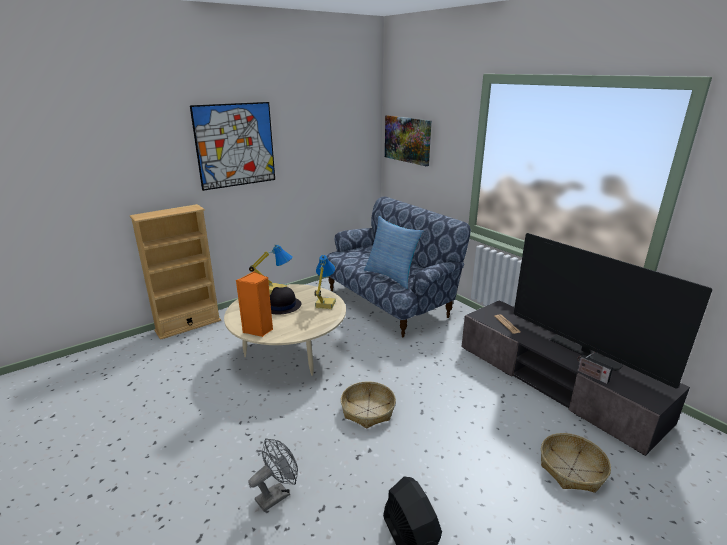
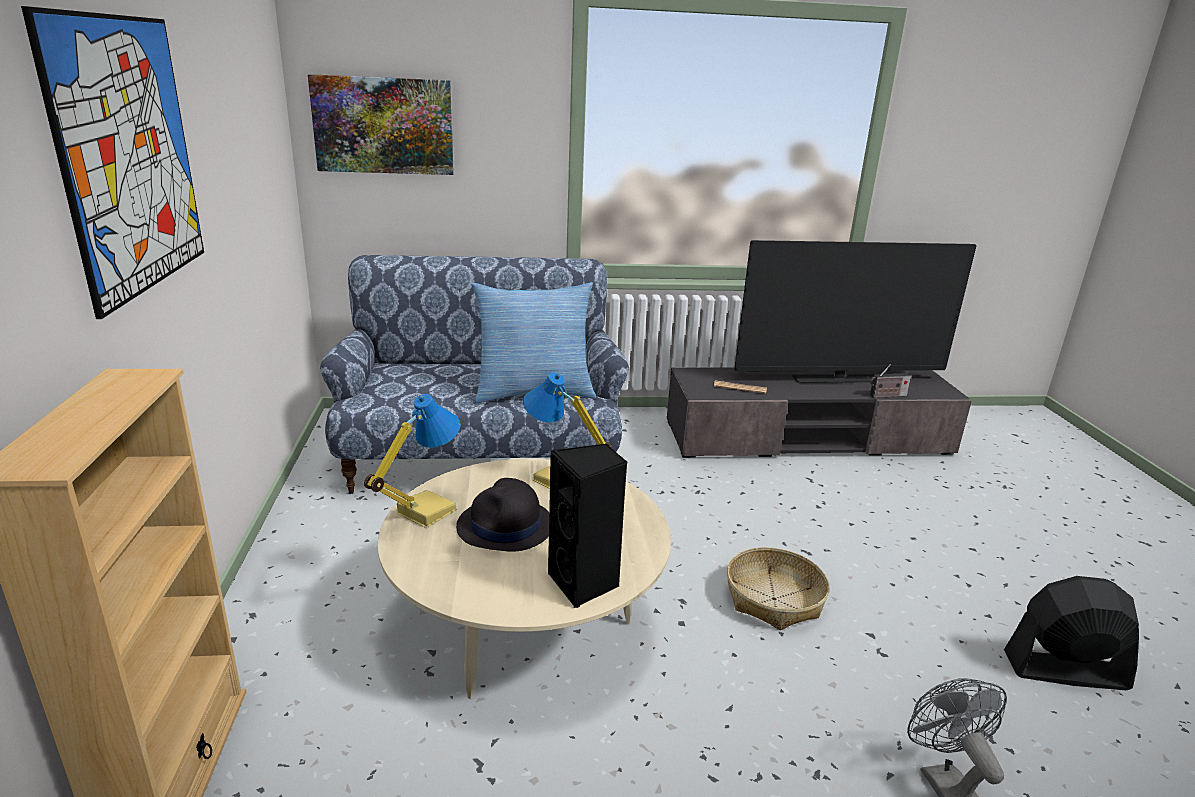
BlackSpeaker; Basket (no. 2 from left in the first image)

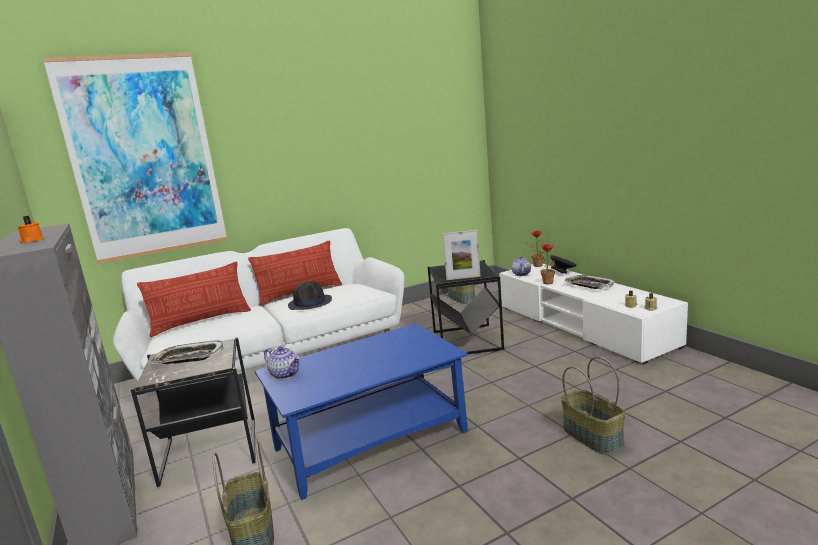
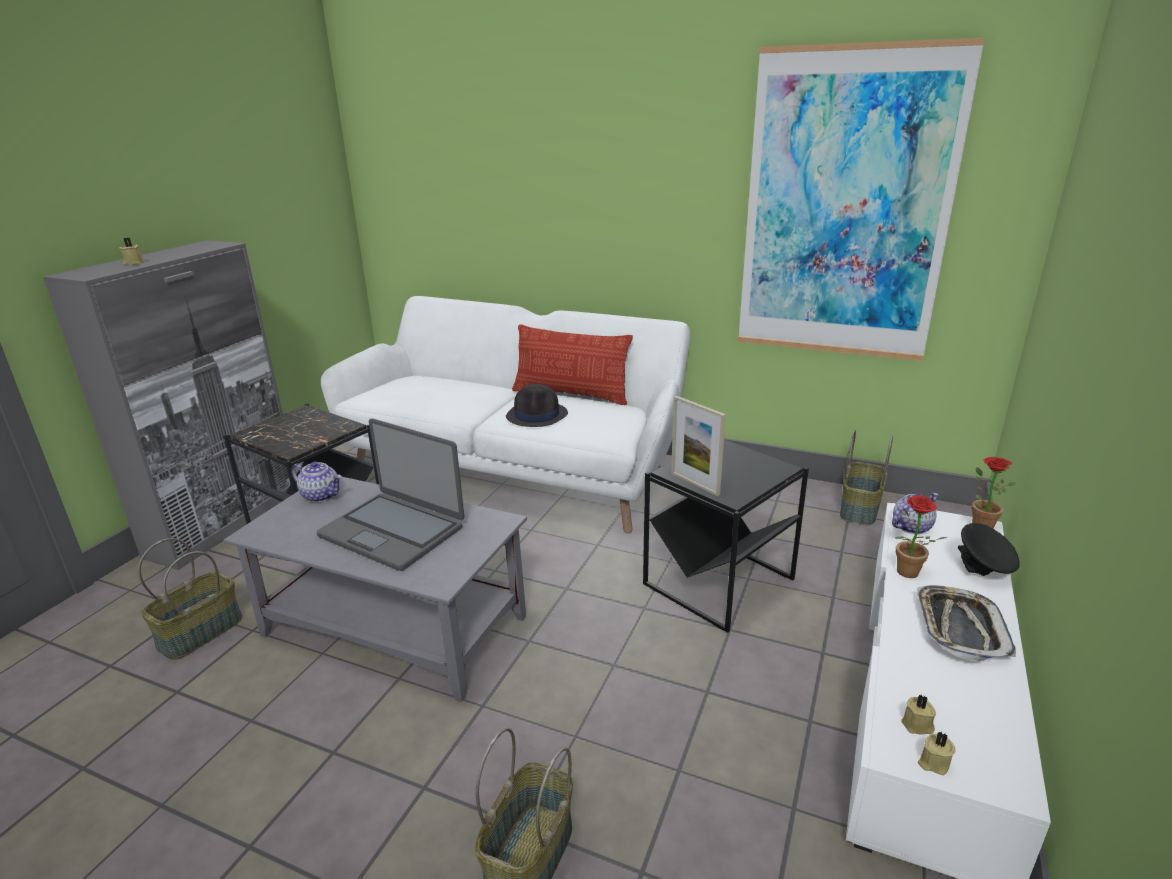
Picture; BeigeCandle (no. 1 from left); Pillow (no. 1 from left in the first image); GreyCoffeeTable; Tray (no. 1 from left in the first image); Teapot (no. 1 from left); Laptop

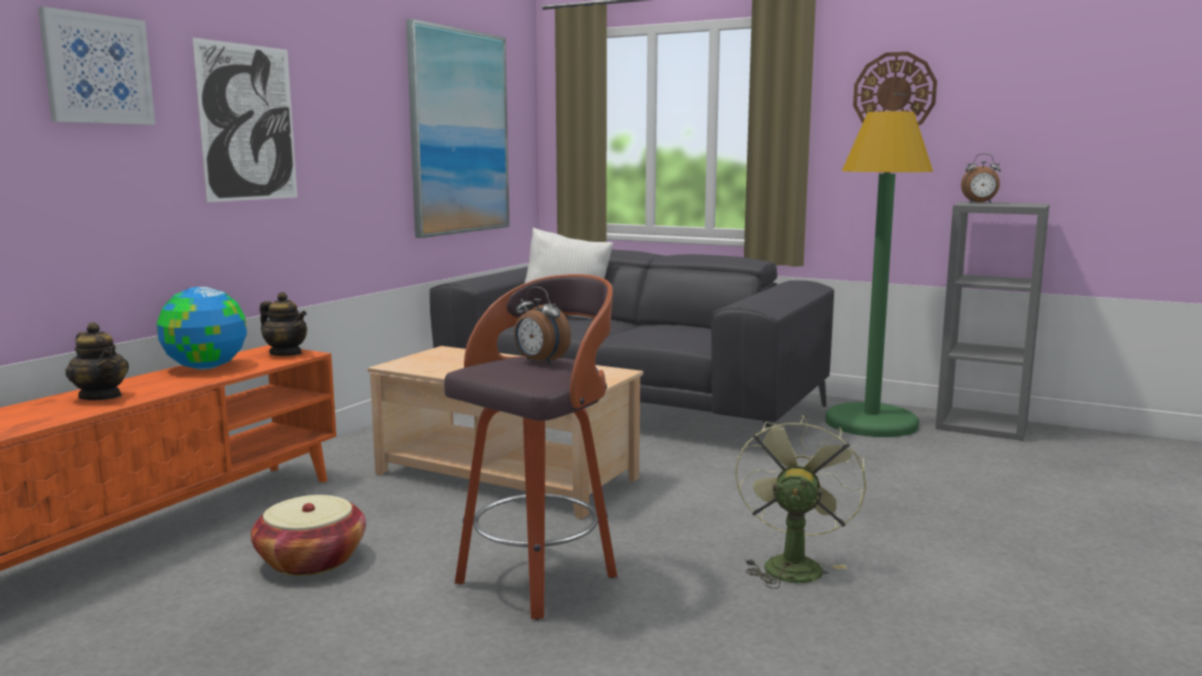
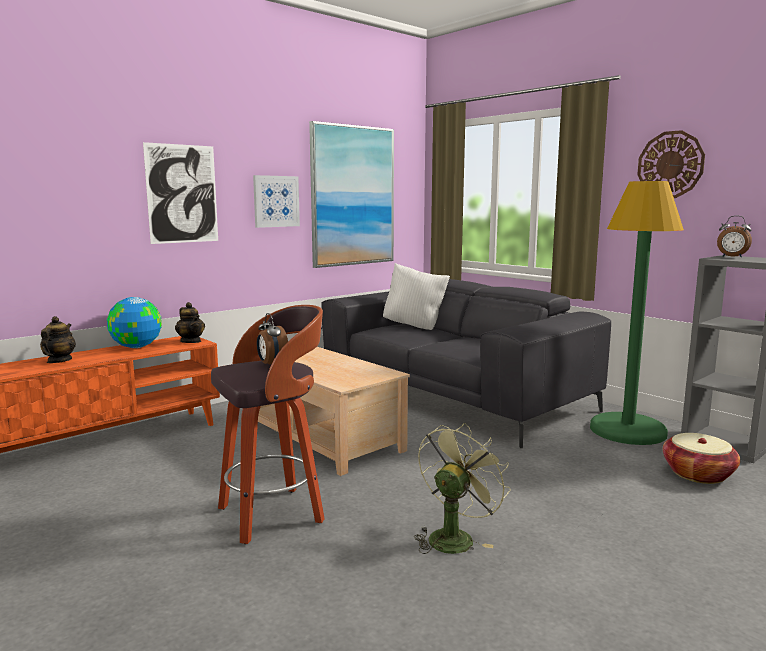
Picture (no. 2 from left); Teapot (no. 1 from left); Basket

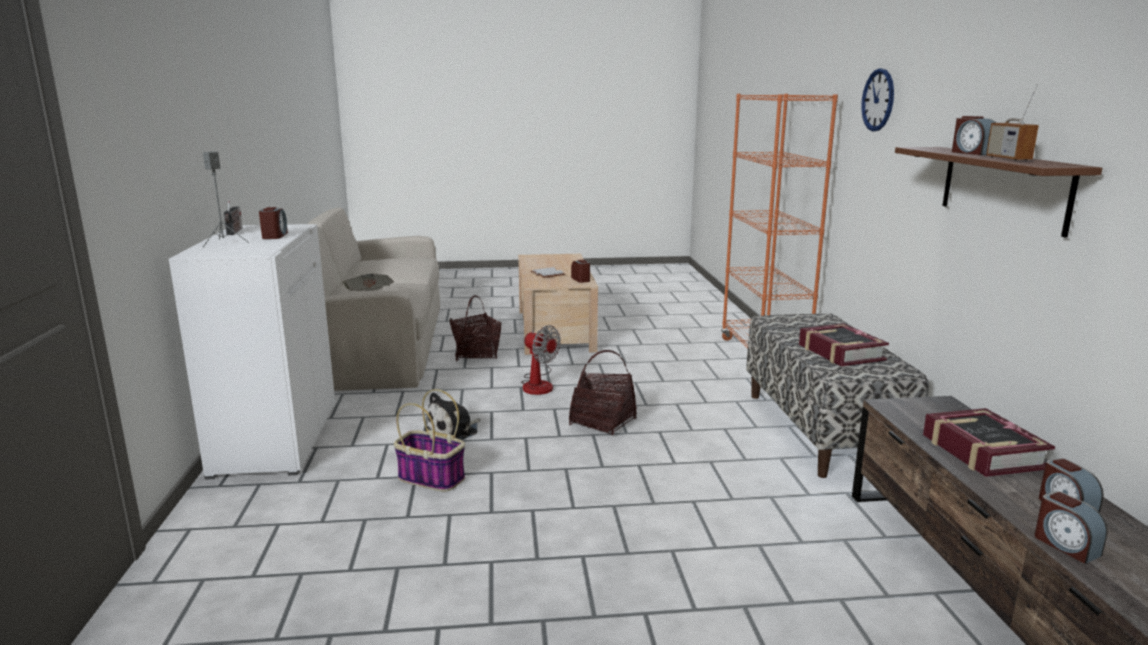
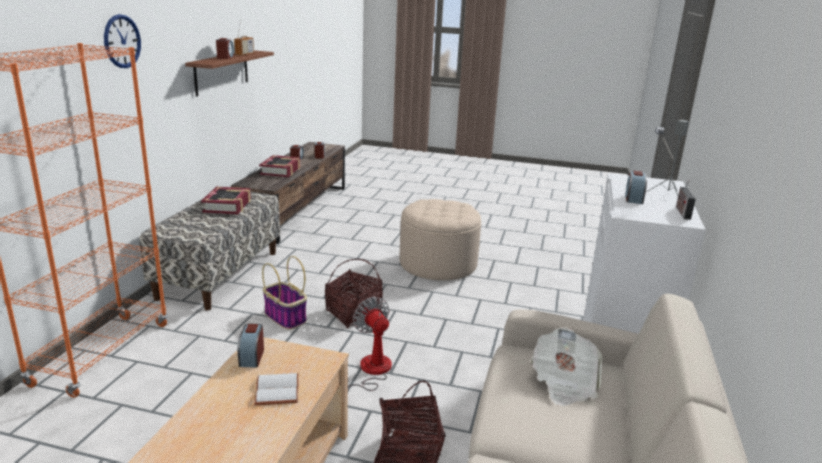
Basket (no. 1 from left); PlushToy; BeigeOttoman

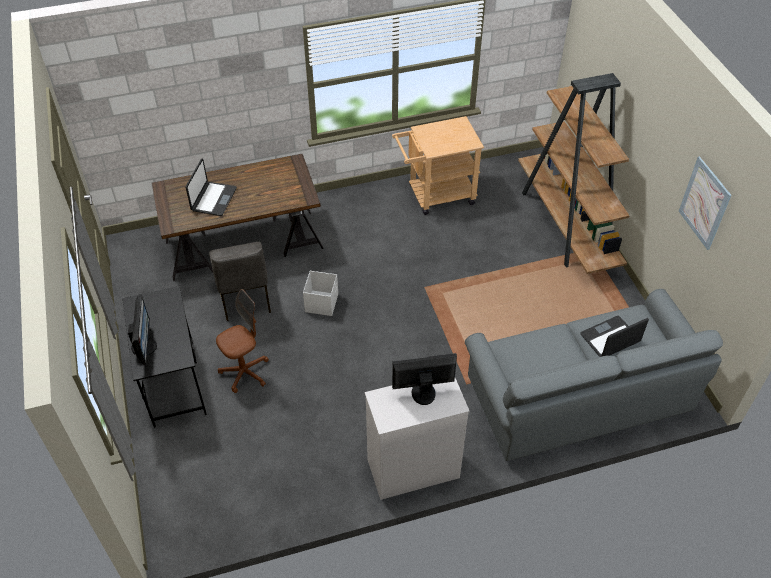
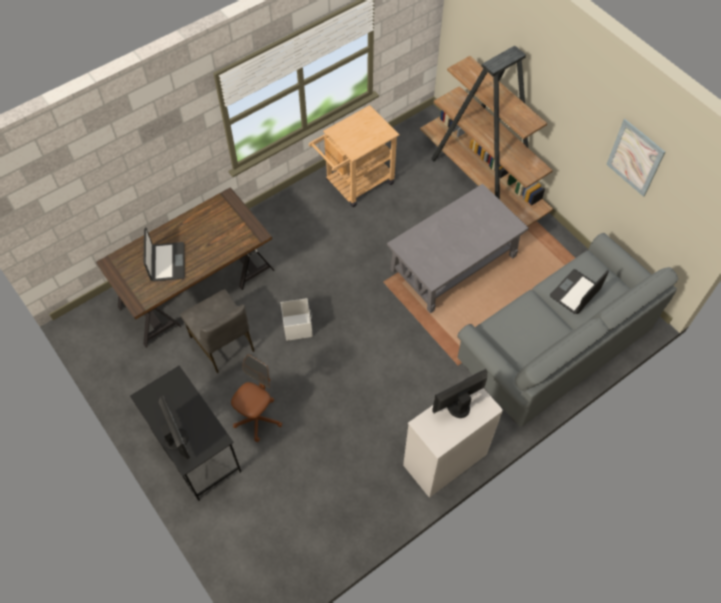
GreyCoffeeTable

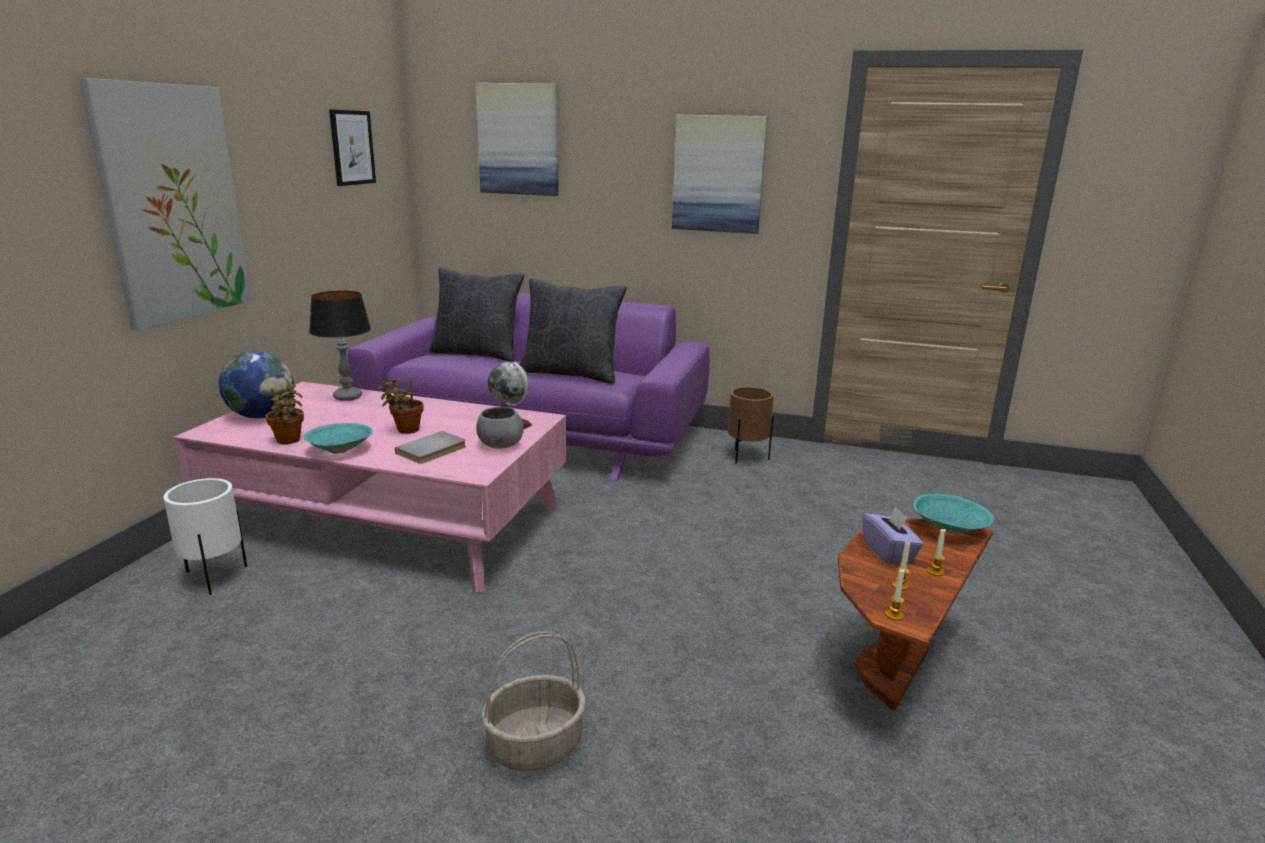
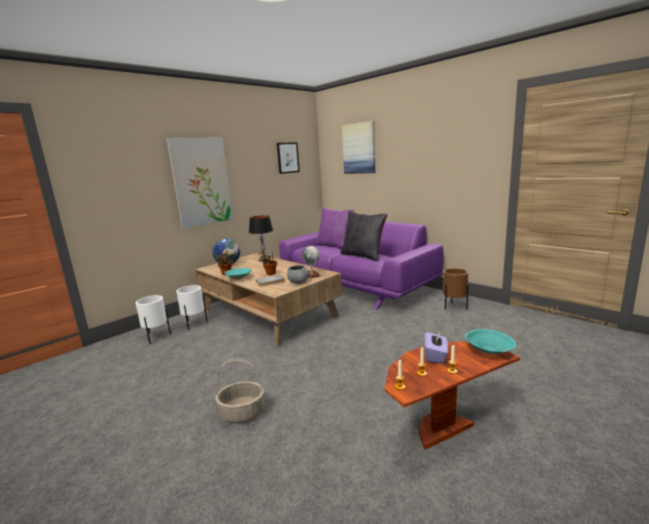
Picture (no. 4 from left in the first image); PurplePillow; BrownCoffeeTable; WhitePlanter (no. 1 from left)

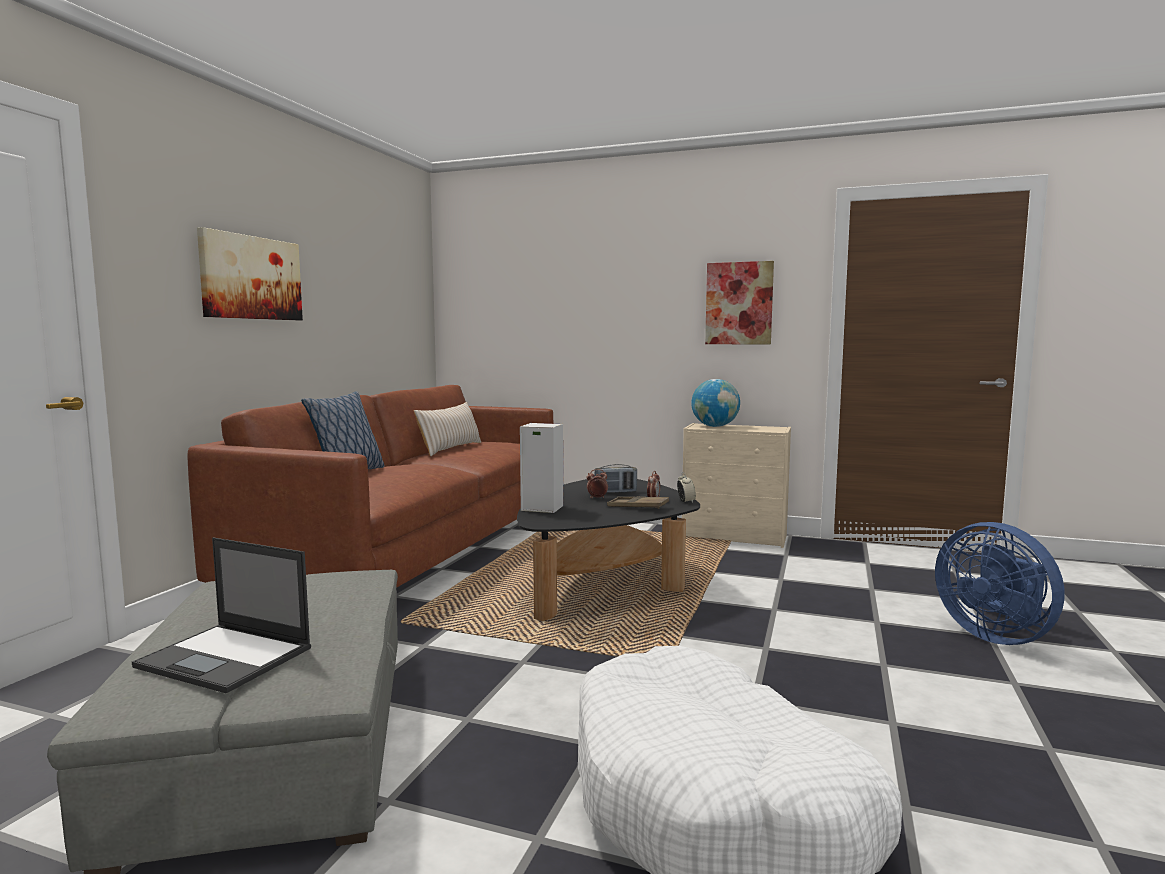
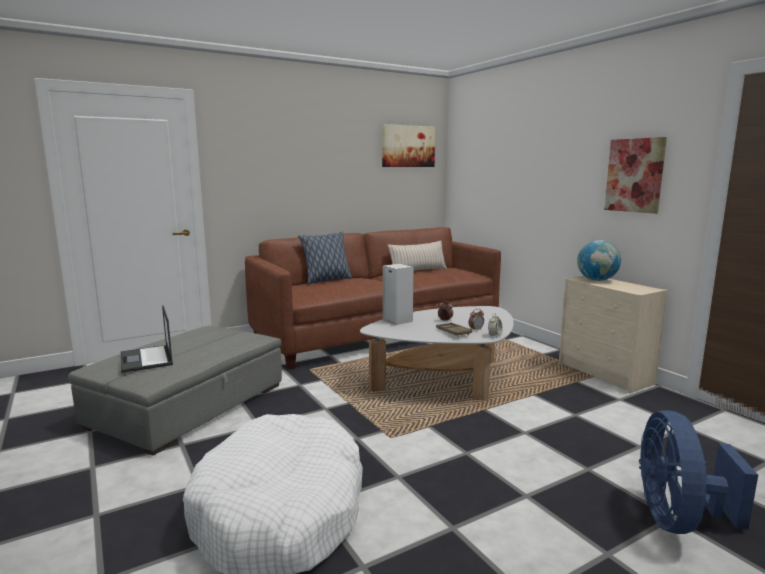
Picture (no. 1 from left); Radio; WhiteCoffeeTable

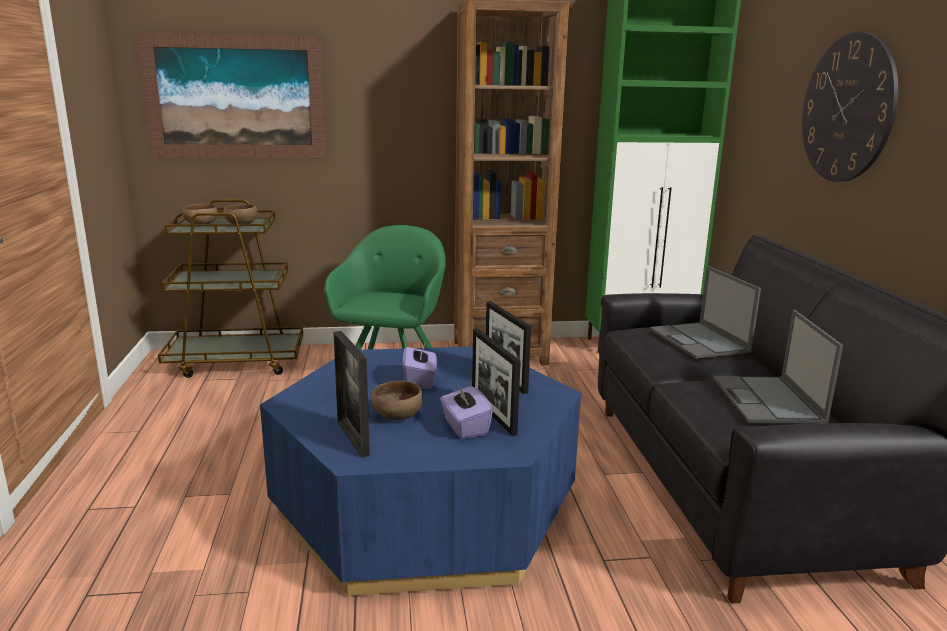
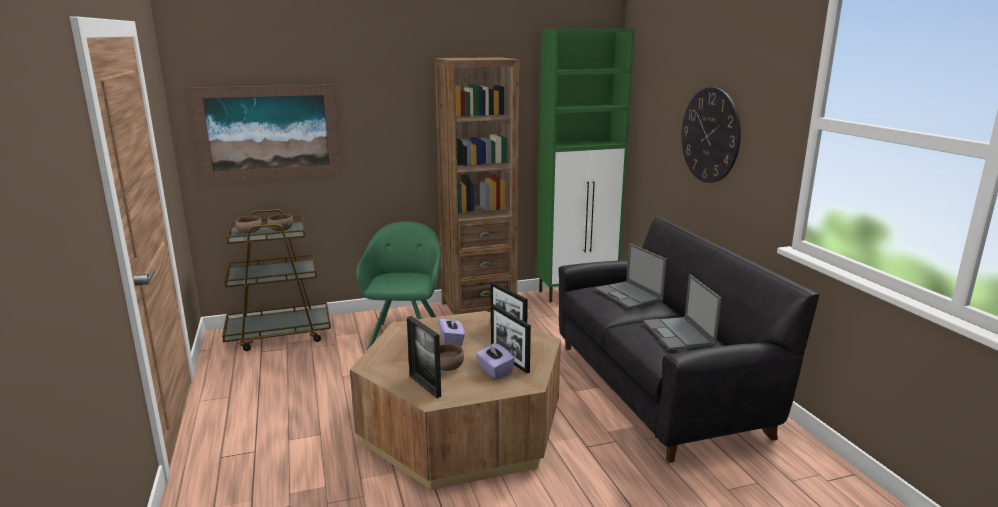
BrownCoffeeTable

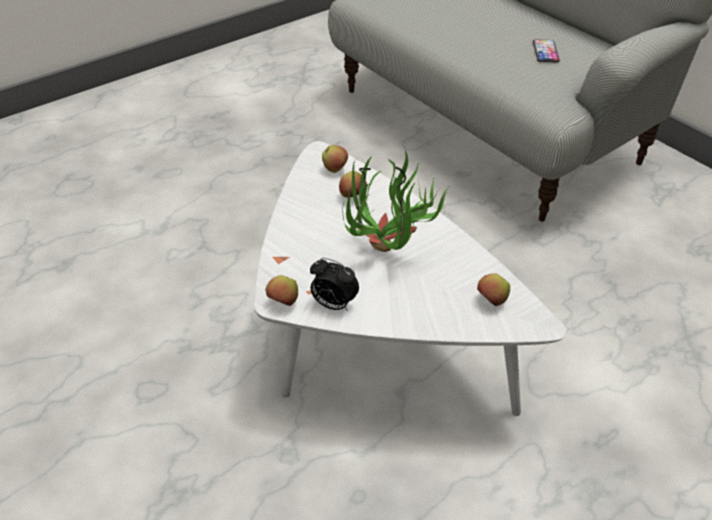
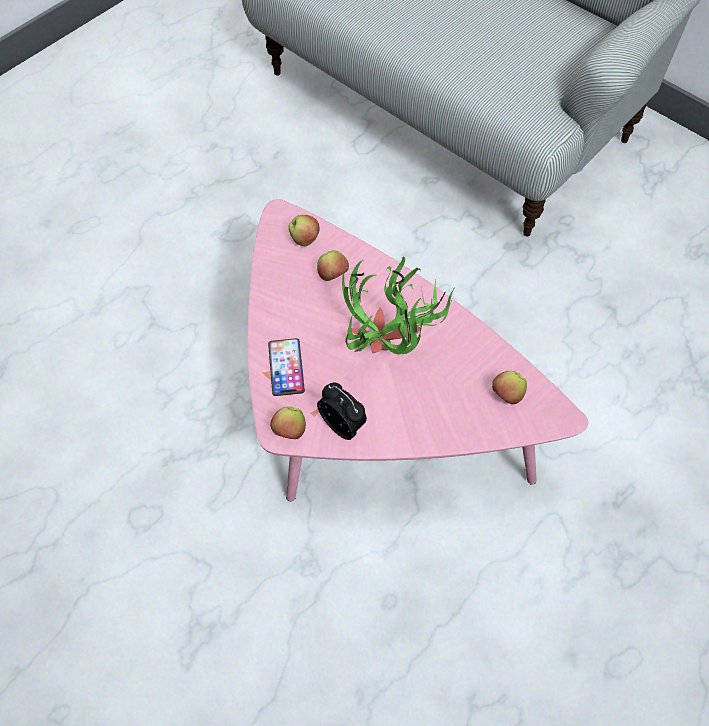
Phone; PinkCoffeeTable; AlarmClock

